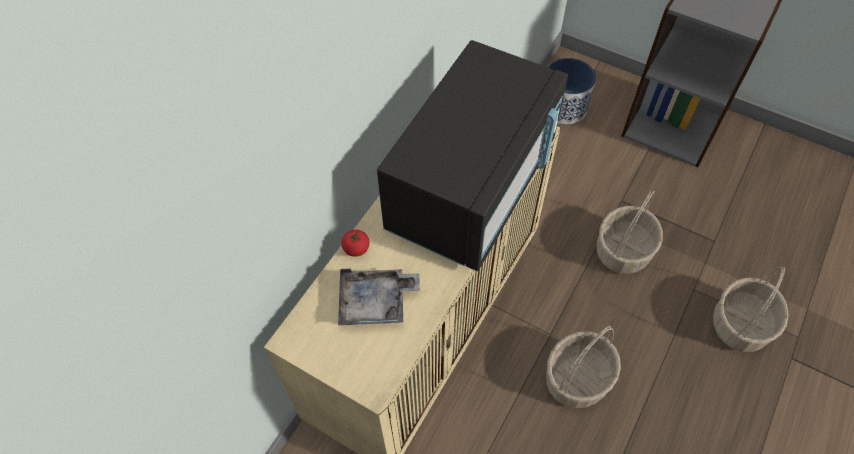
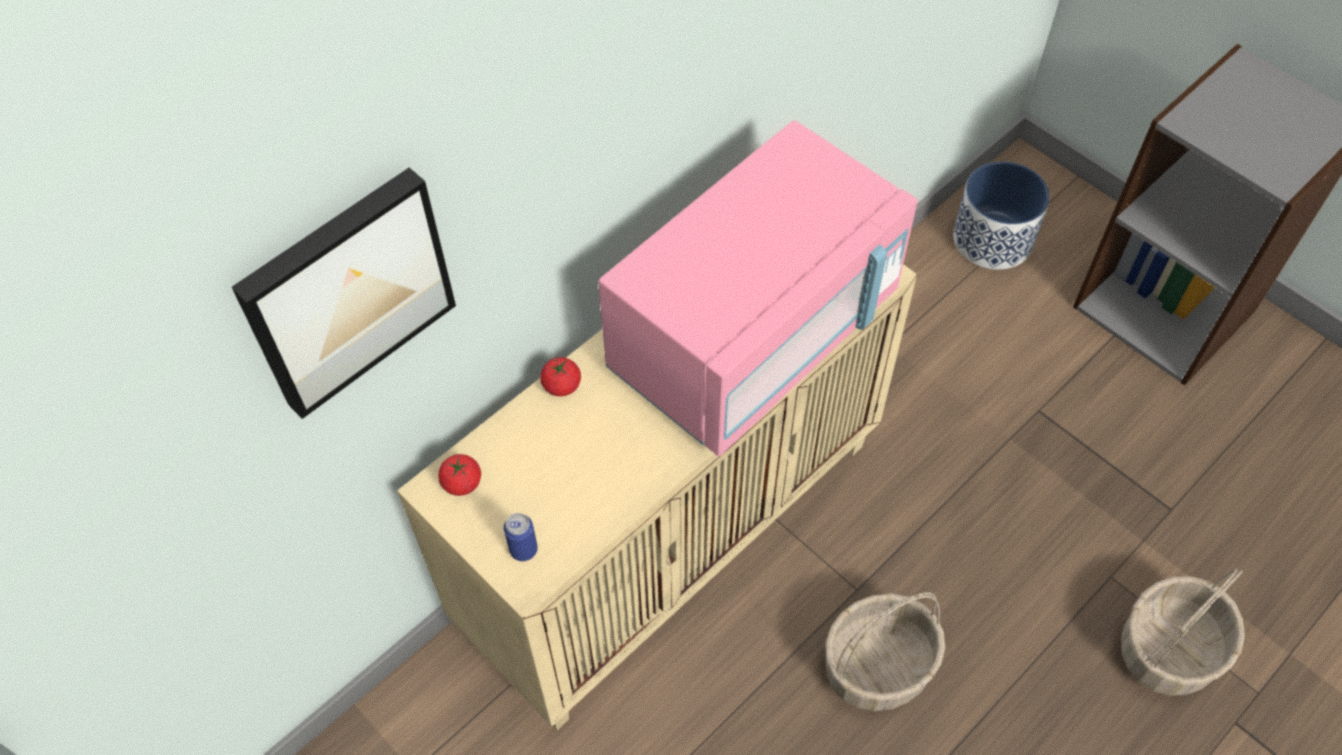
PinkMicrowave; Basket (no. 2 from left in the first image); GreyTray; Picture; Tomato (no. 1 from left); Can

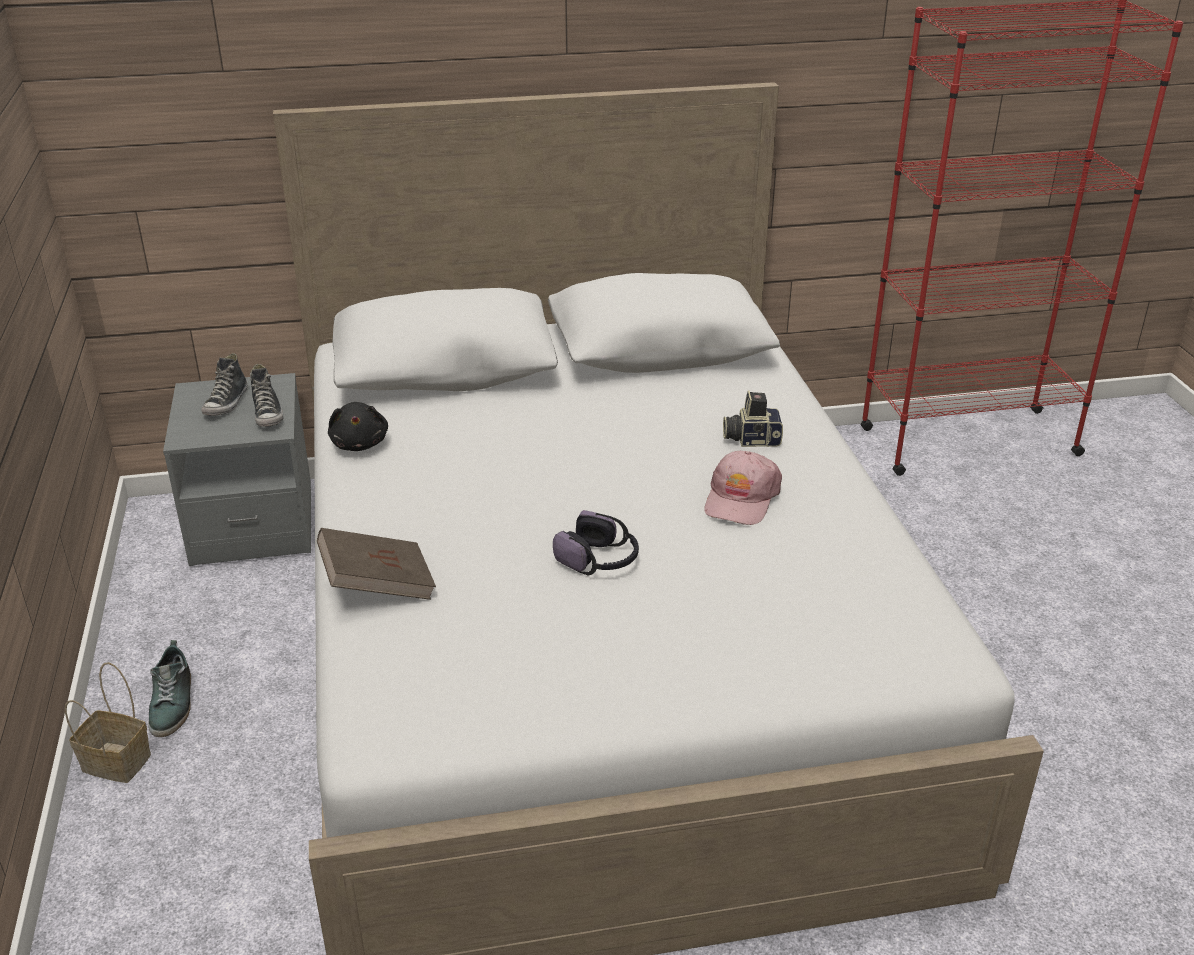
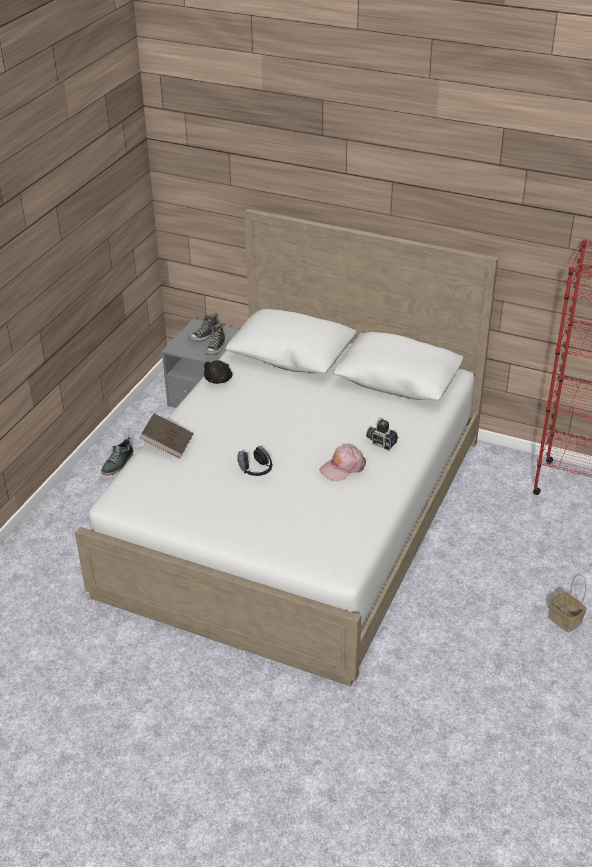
Basket

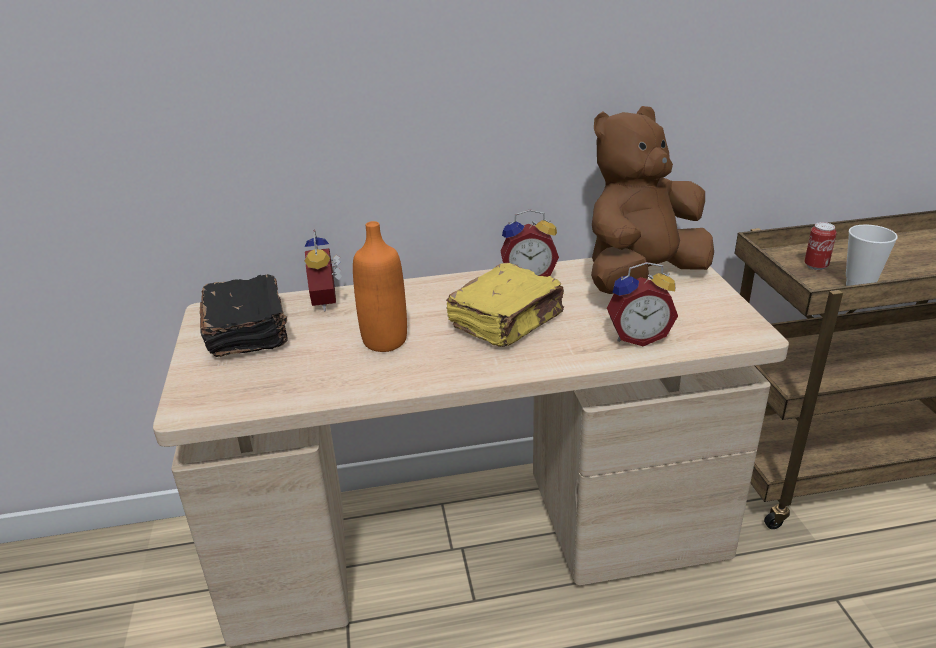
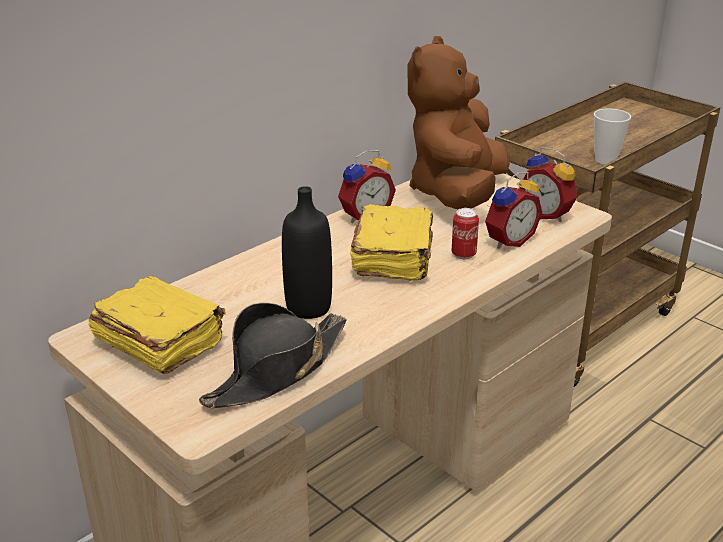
BlackBottle; Can; AlarmClock (no. 3 from left); YellowBook (no. 1 from left); BlackHat

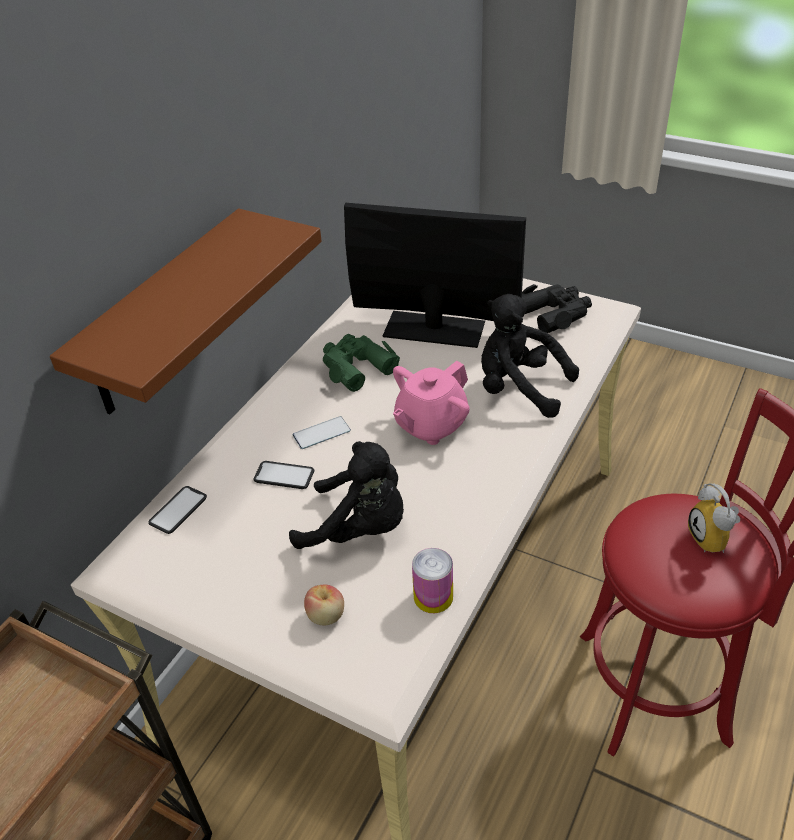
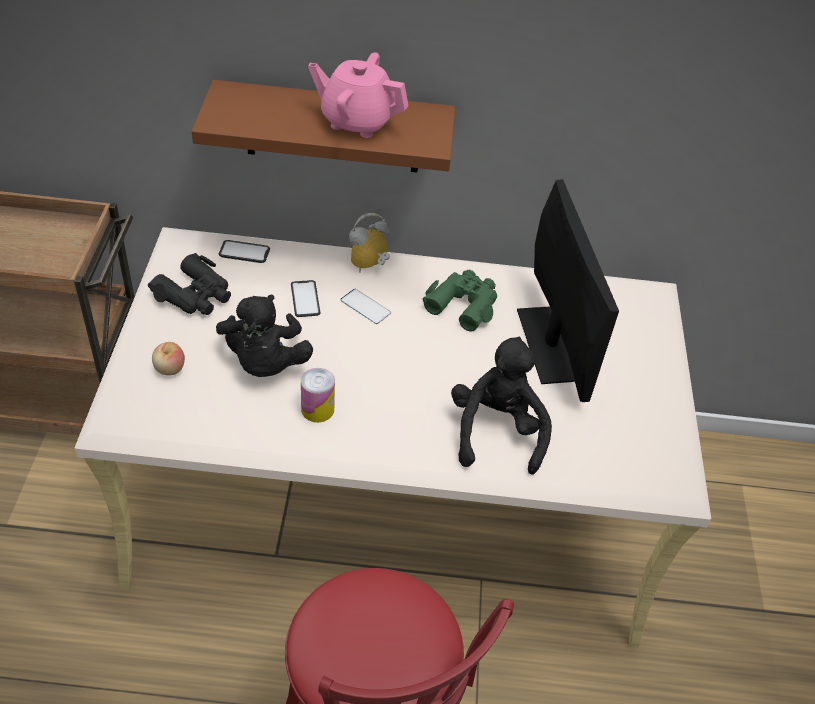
BlackBinoculars; PinkTeapot; AlarmClock; Can

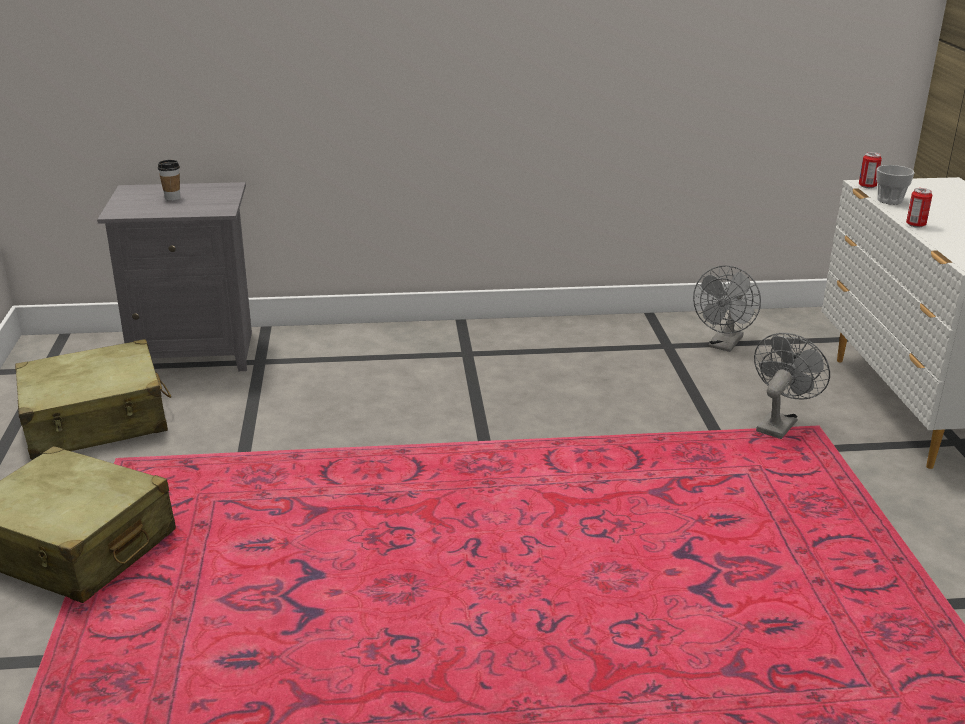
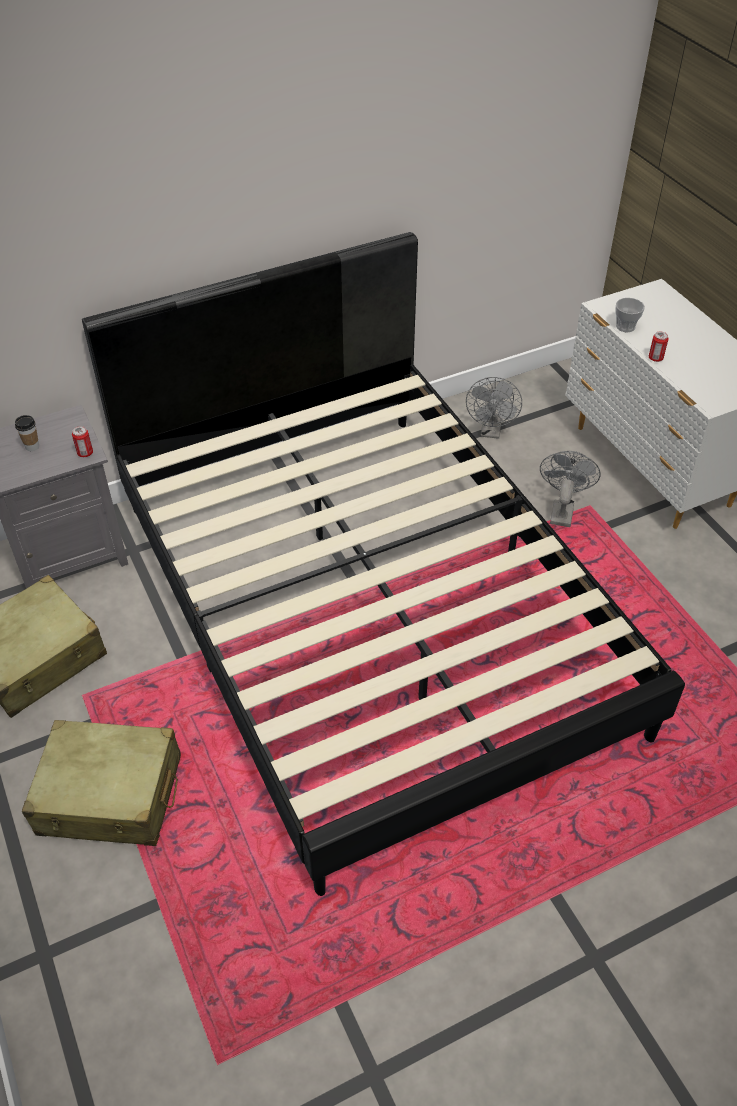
Can (no. 1 from left); BlackBed

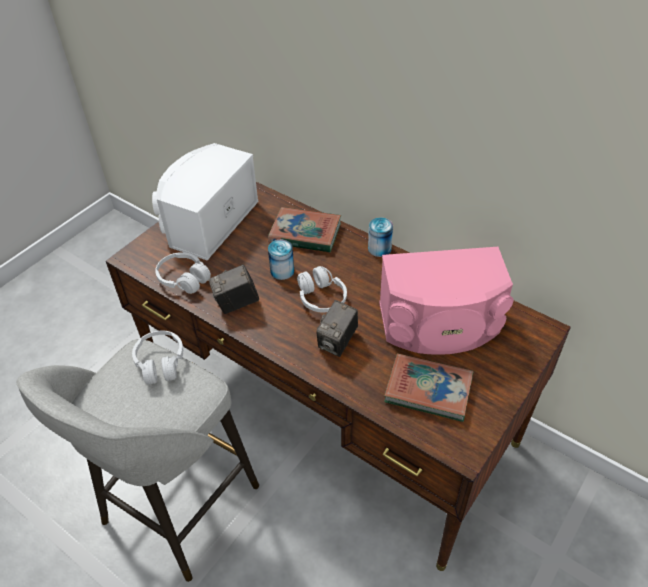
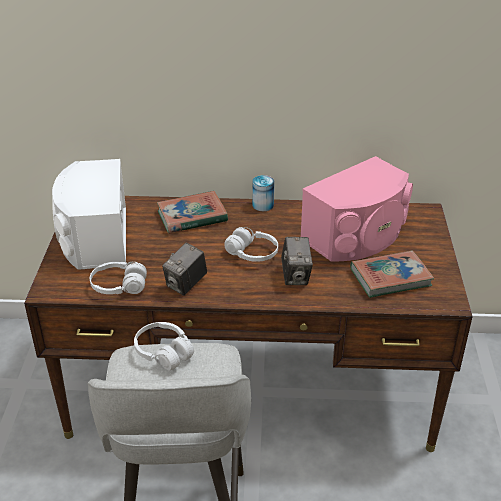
Can (no. 1 from left in the first image)

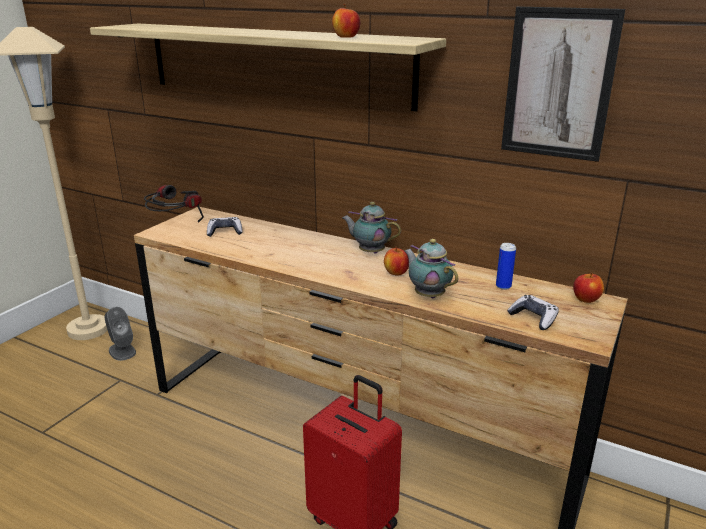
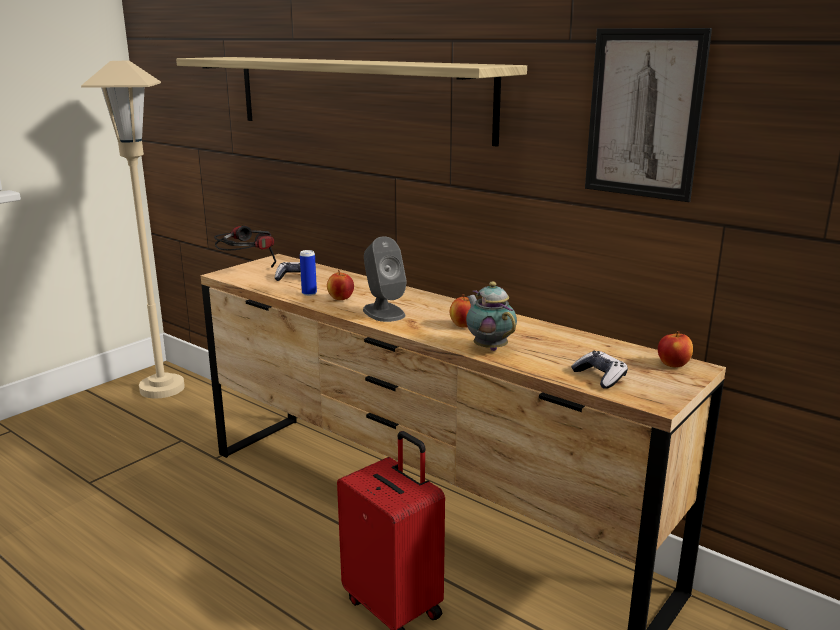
Apple (no. 1 from left); Teapot (no. 1 from left in the first image); Can; GreySpeaker

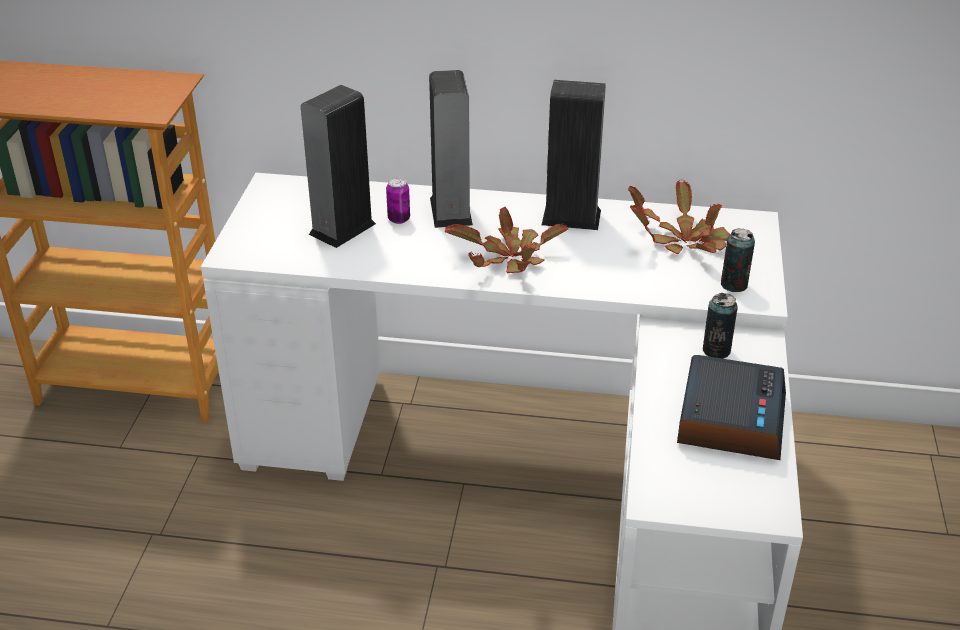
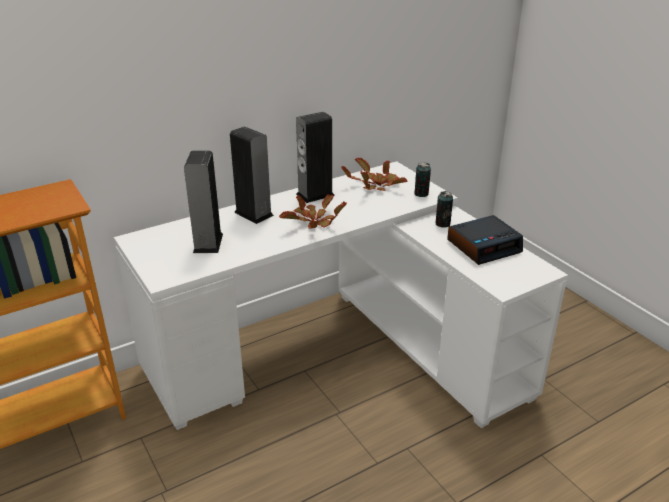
Can (no. 1 from left in the first image); AlarmClock

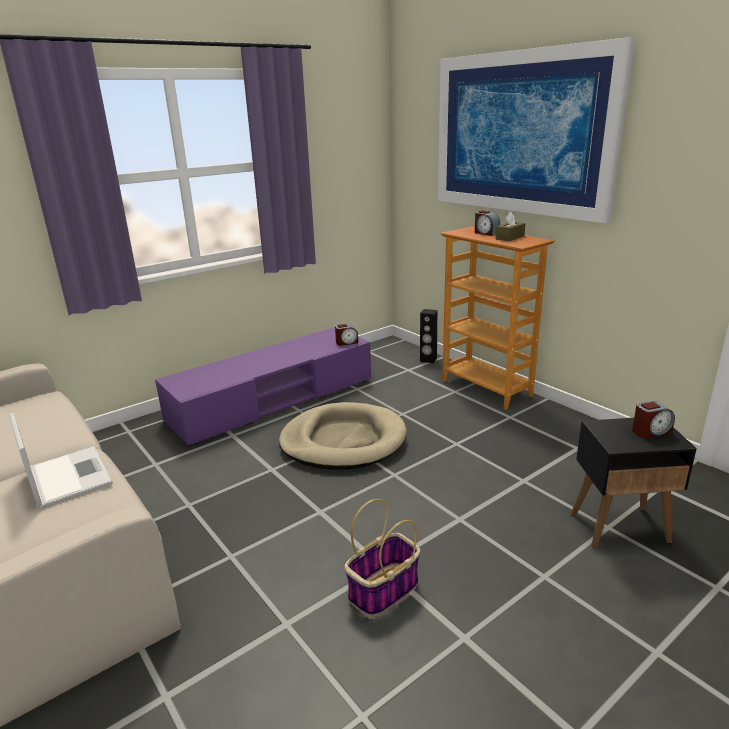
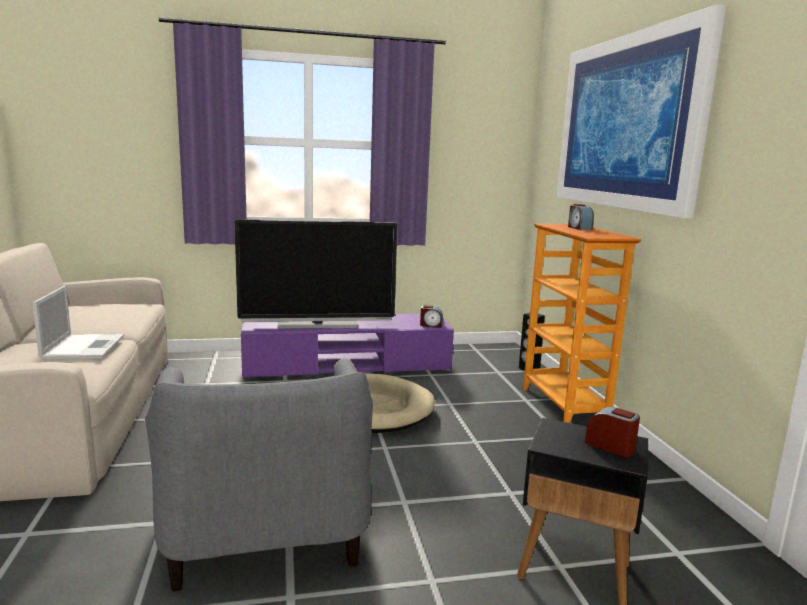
BrownTissueBox; AlarmClock (no. 3 from left); GreyArmchair; Television

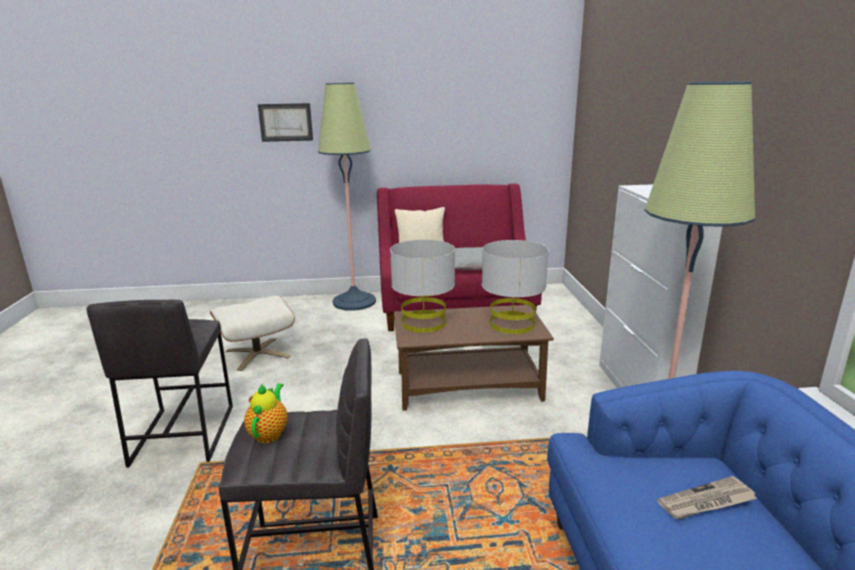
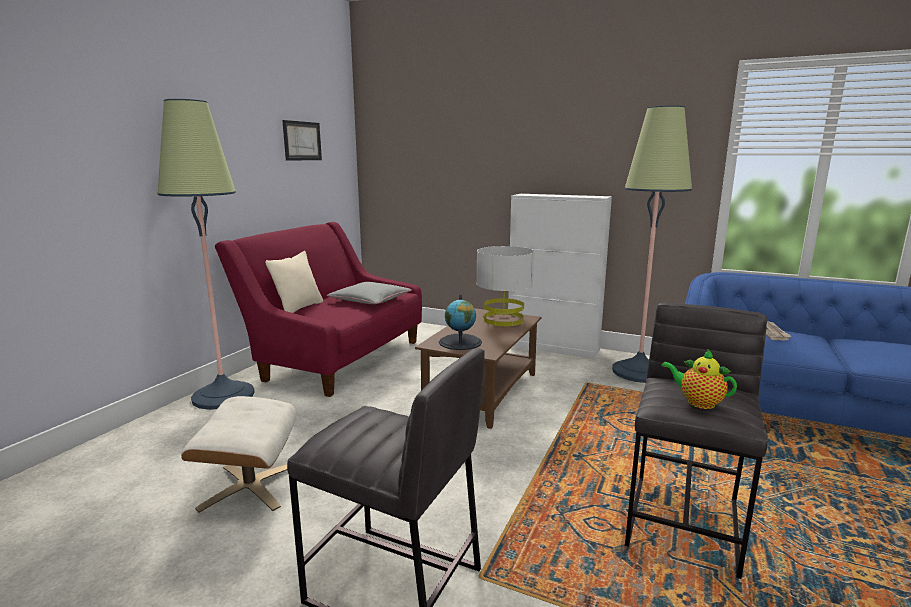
Picture; Globe

